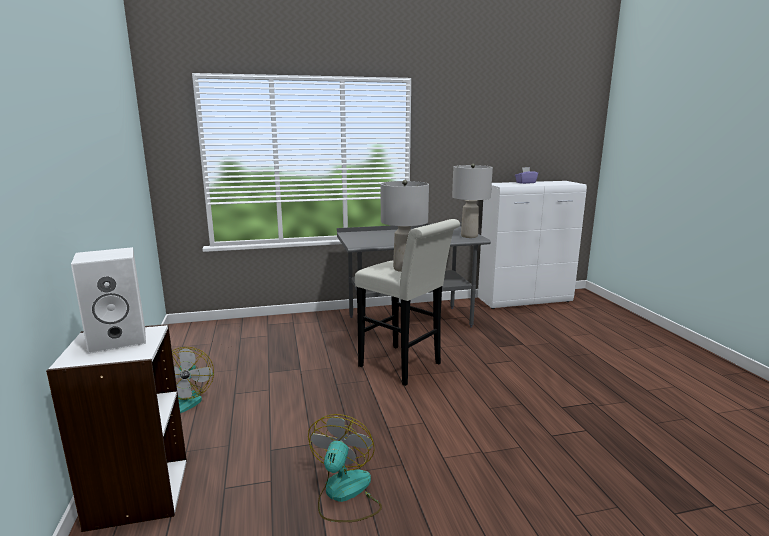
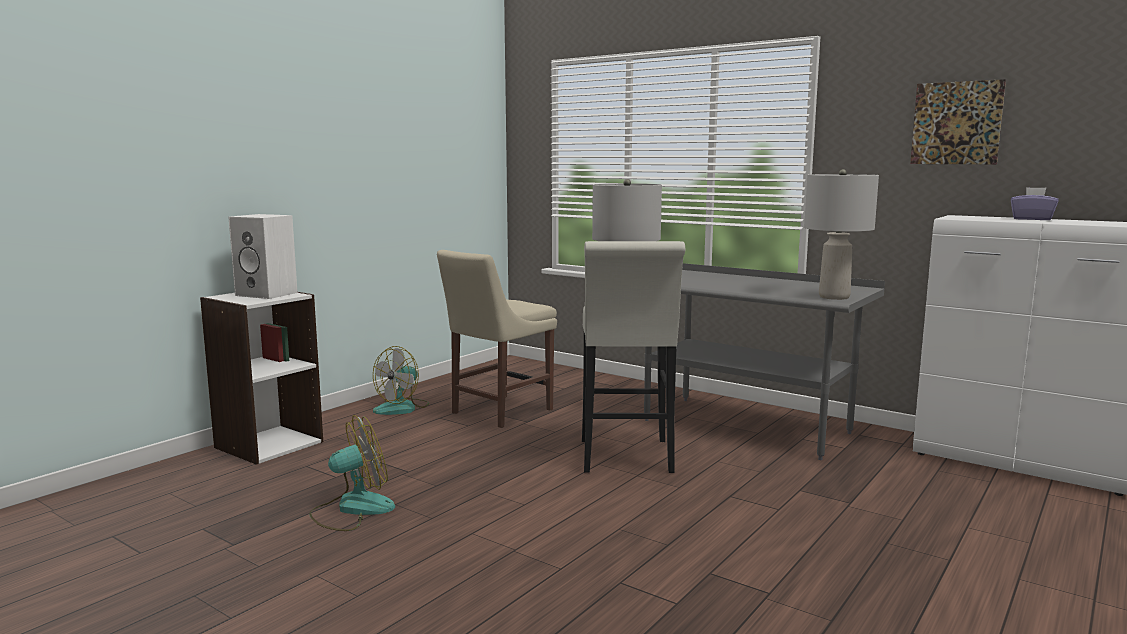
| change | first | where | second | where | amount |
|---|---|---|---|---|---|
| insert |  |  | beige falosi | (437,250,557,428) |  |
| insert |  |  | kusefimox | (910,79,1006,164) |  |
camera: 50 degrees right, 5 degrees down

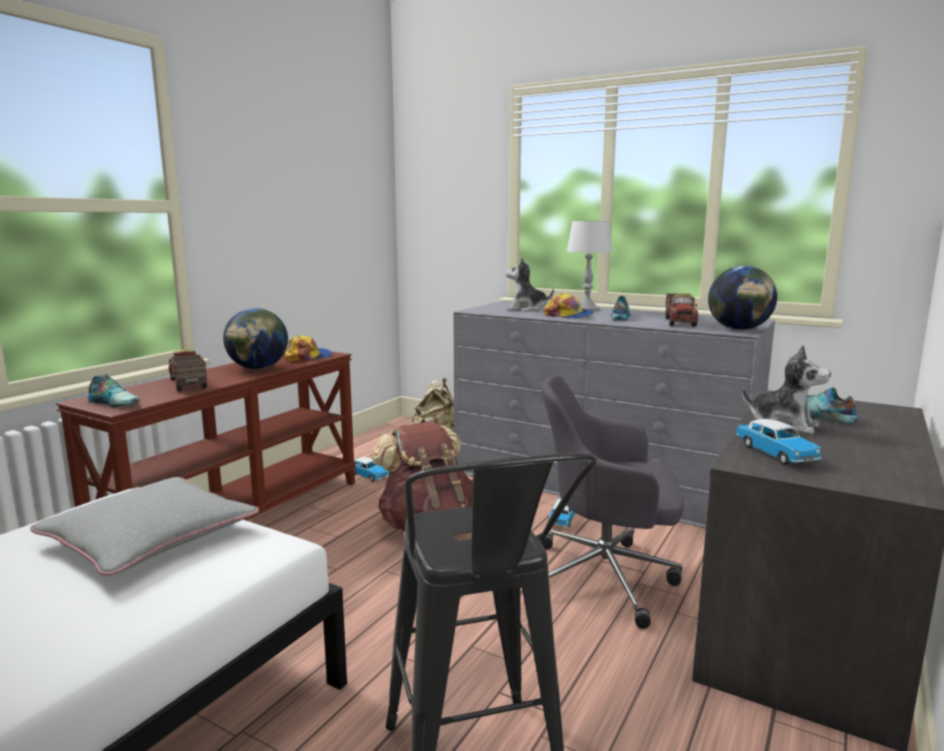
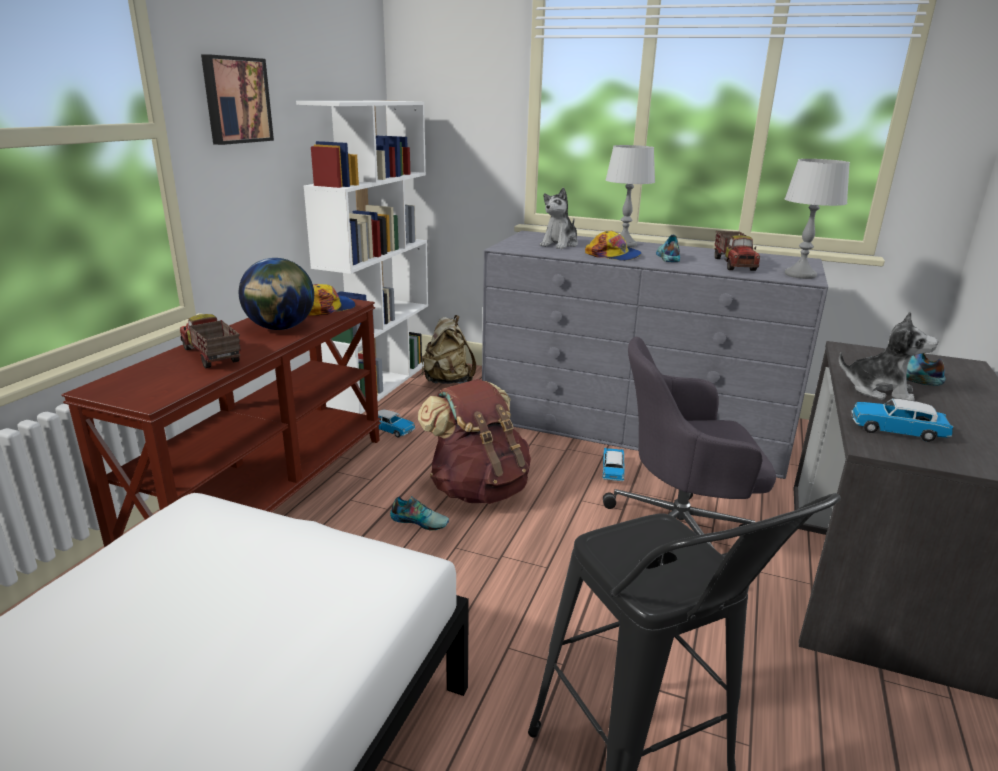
| change | first | where | second | where | amount |
|---|---|---|---|---|---|
| delete | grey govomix | (30,477,259,576) |  |  |  |
| move | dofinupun | (88,374,140,408) |  | (390,496,449,531) |  |
| rotate | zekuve | (505,258,554,311) |  | (540,187,578,249) | 60 degrees counterclockwise |
| replace | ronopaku | (708,266,777,330) | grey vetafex | (785,159,850,279) |  |
| rotate | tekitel | (736,419,822,465) |  | (851,398,953,442) | 135 degrees clockwise |
| insert |  |  | kusefimox | (201,54,274,145) |  |
| insert |  |  | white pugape | (296,101,428,414) |  |
camera: 10 degrees left, 10 degrees up

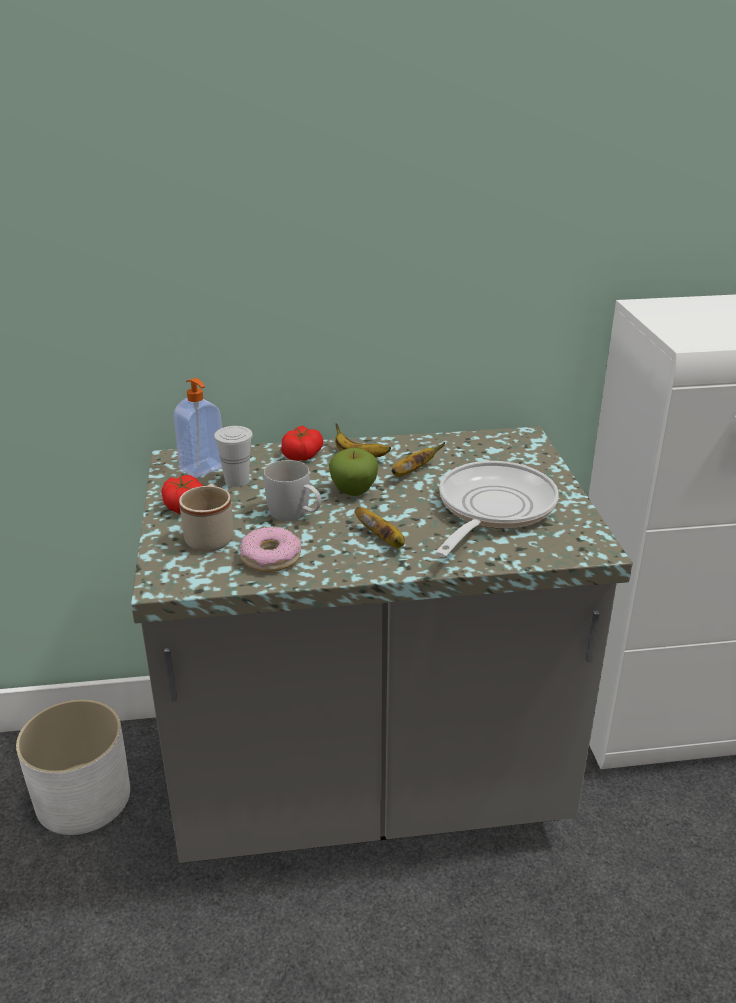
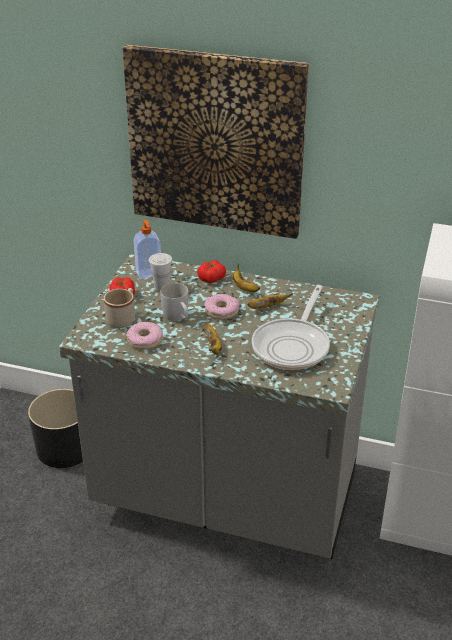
| change | first | where | second | where | amount |
|---|---|---|---|---|---|
| recolor | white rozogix | (16,699,130,835) | black rozogix | (28,389,83,468) |  |
| replace | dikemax | (329,448,378,496) | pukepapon | (205,294,240,320) |  |
| rotate | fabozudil | (435,461,559,557) |  | (252,285,330,370) | 150 degrees clockwise |
| insert |  |  | kusefimox | (123,45,309,239) |  |
camera: 25 degrees right, 5 degrees up

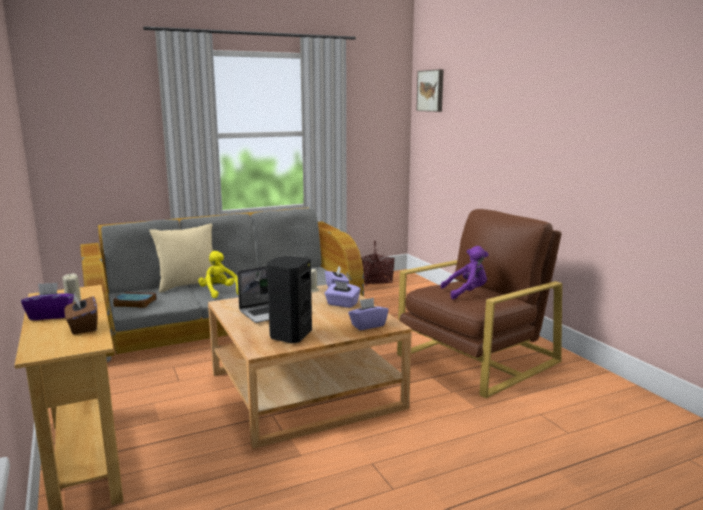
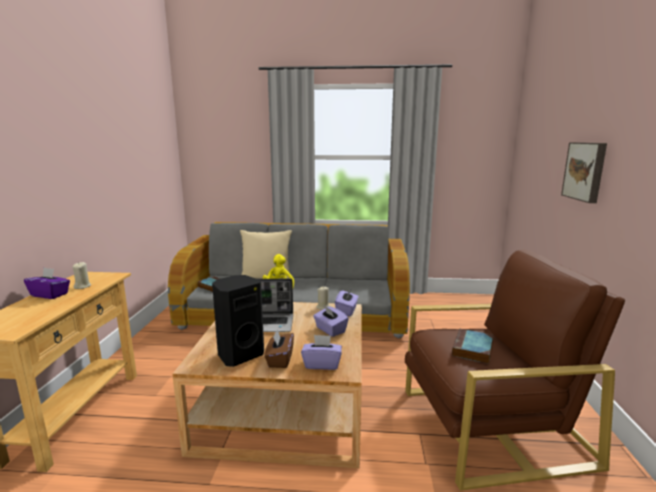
| change | first | where | second | where | amount |
|---|---|---|---|---|---|
| move | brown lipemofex | (64,292,98,334) |  | (264,329,294,368) |  |
| delete | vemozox | (361,240,394,287) |  |  |  |
| move | kusefimox | (416,69,444,112) |  | (561,142,607,203) |  |
| replace | purple zekuve | (441,246,489,299) | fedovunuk | (452,329,493,364) |  |
camera: 30 degrees right, 0 degrees up

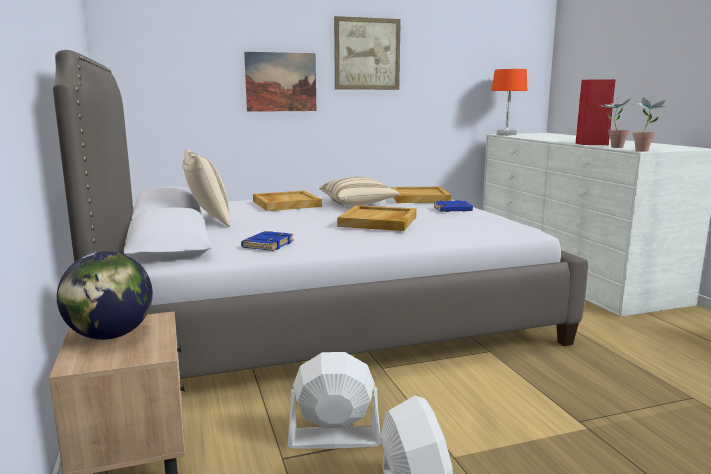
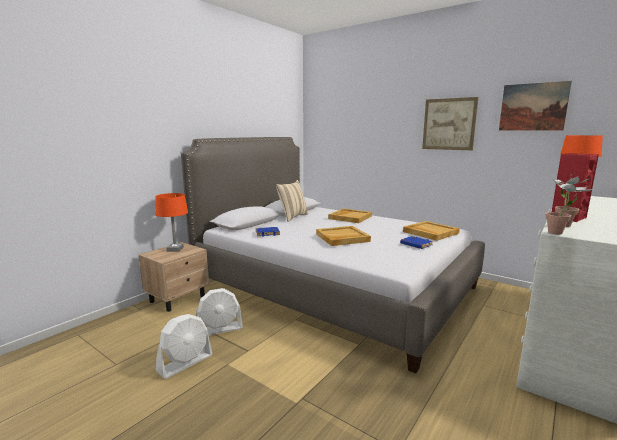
| change | first | where | second | where | amount |
|---|---|---|---|---|---|
| replace | ronopaku | (57,251,153,340) | orange vetafex | (155,193,188,252) |  |
| move | kusefimox | (244,52,316,112) |  | (499,81,572,130) |  |
| rotate | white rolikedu | (288,352,381,449) |  | (196,288,243,336) | 105 degrees clockwise |
| delete | beige govomix | (319,177,400,206) |  |  |  |
camera: 55 degrees right, 0 degrees up

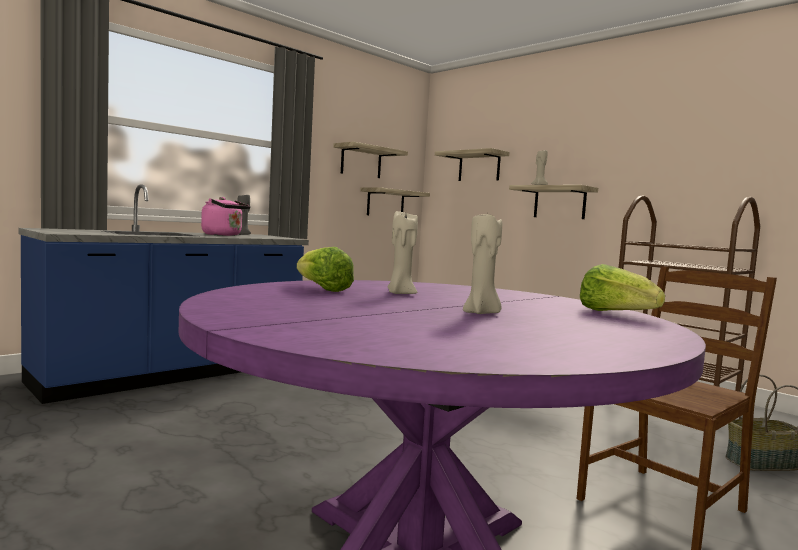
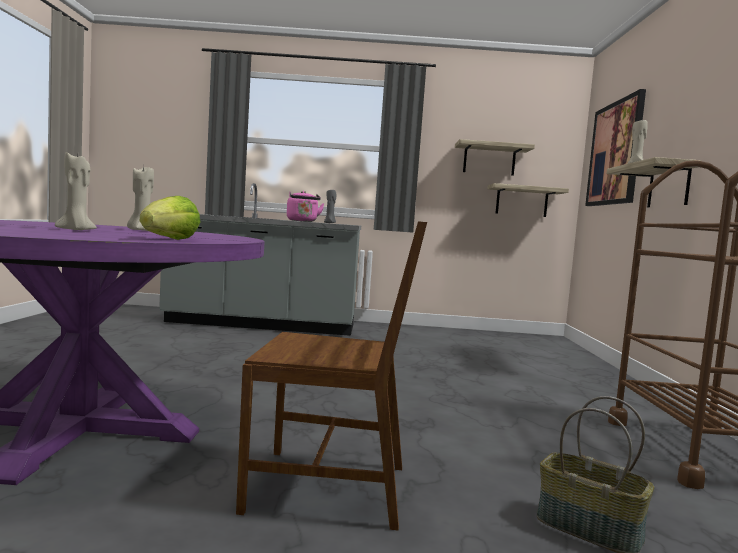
| change | first | where | second | where | amount |
|---|---|---|---|---|---|
| recolor | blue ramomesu | (18,184,309,404) | grey ramomesu | (159,183,361,336) |  |
| delete | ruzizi | (297,247,354,292) |  |  |  |
| replace | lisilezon | (435,148,510,181) | kusefimox | (585,89,646,206) |  |
camera: 45 degrees right, 0 degrees up

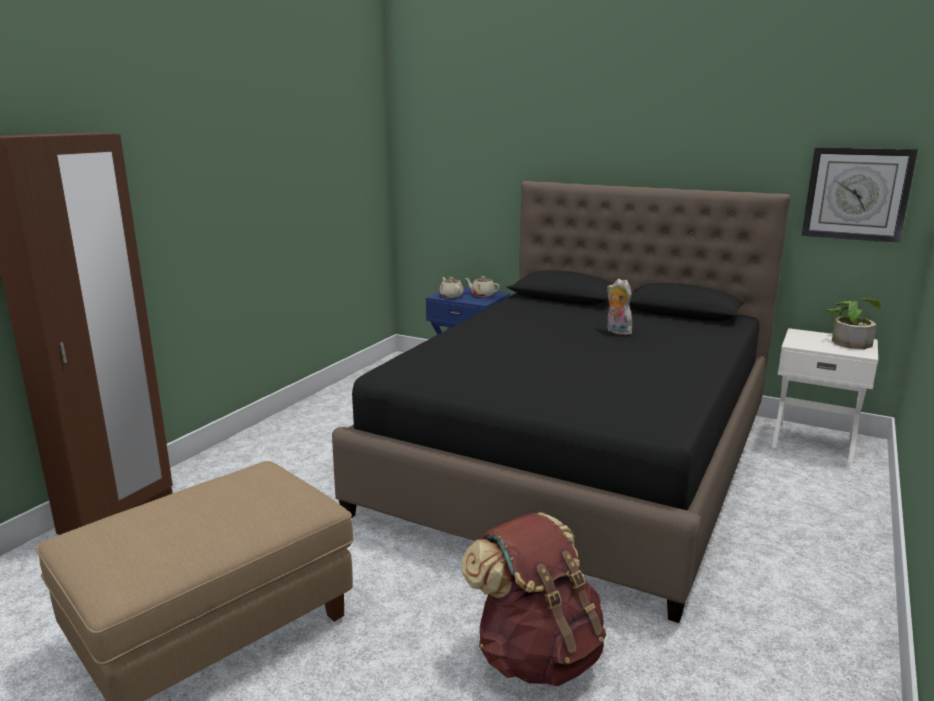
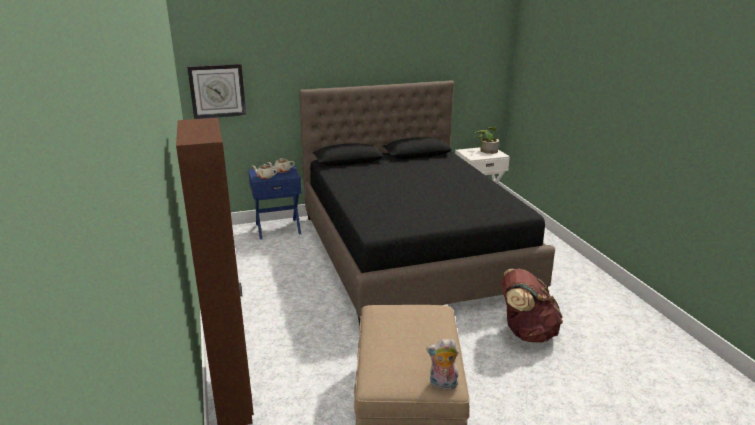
| change | first | where | second | where | amount |
|---|---|---|---|---|---|
| move | zekuve | (606,279,632,335) |  | (426,339,459,390) |  |
| move | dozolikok | (802,147,918,243) |  | (187,64,246,119) |  |
camera: 45 degrees left, 5 degrees up

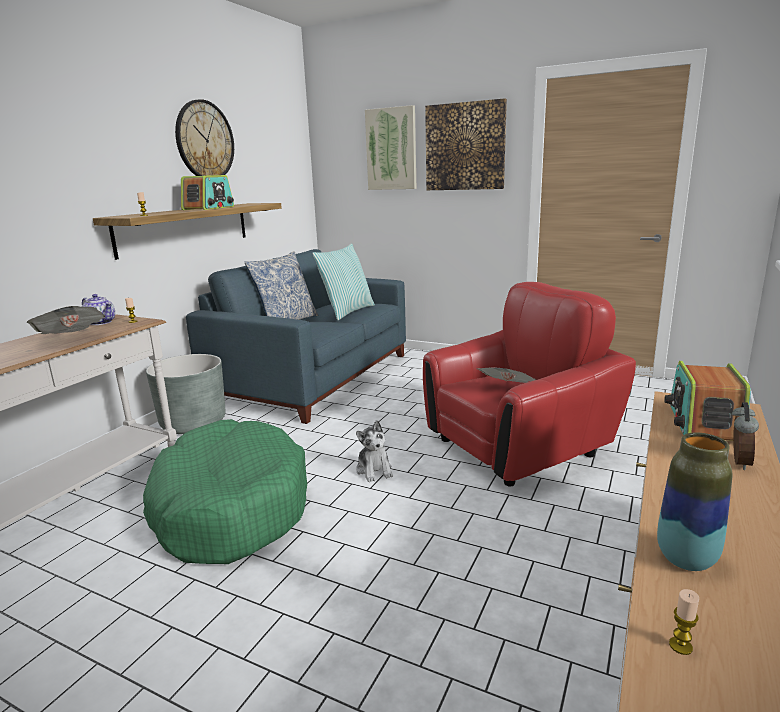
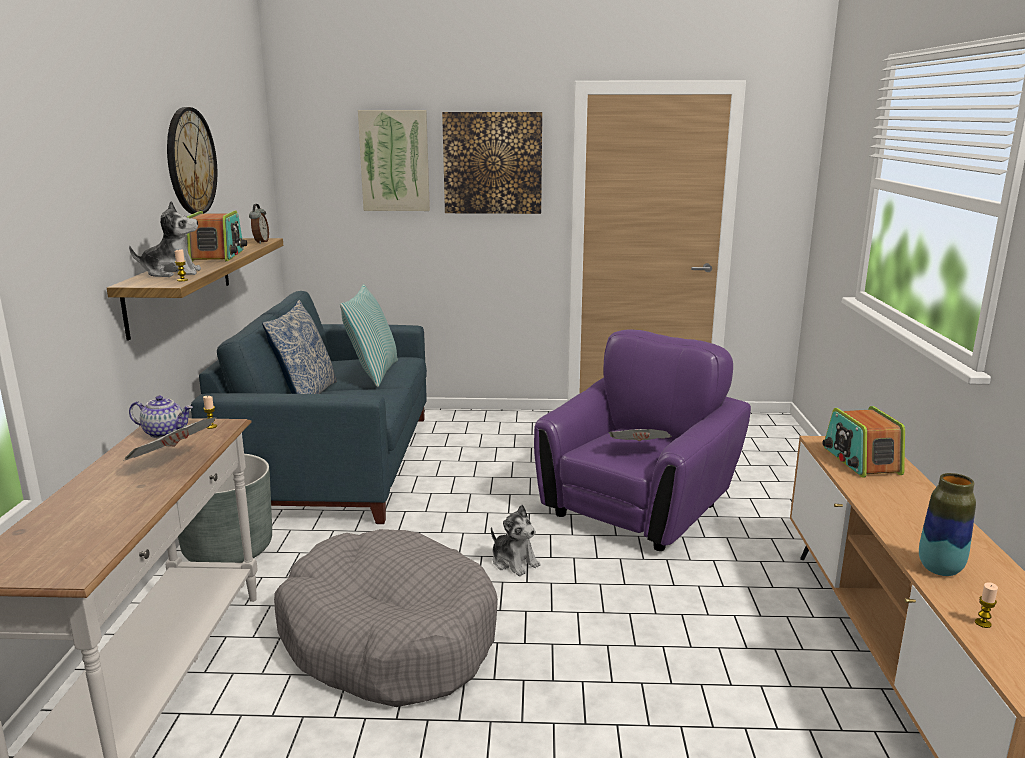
| change | first | where | second | where | amount |
|---|---|---|---|---|---|
| recolor | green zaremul | (143,419,307,564) | grey zaremul | (274,529,498,707) |  |
| recolor | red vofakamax | (423,282,636,486) | purple vofakamax | (534,329,751,551) |  |
| move | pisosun | (732,402,759,470) |  | (249,204,269,244) |  |
| insert |  |  | zekuve | (129,201,201,277) |  |
camera: 25 degrees left, 0 degrees up

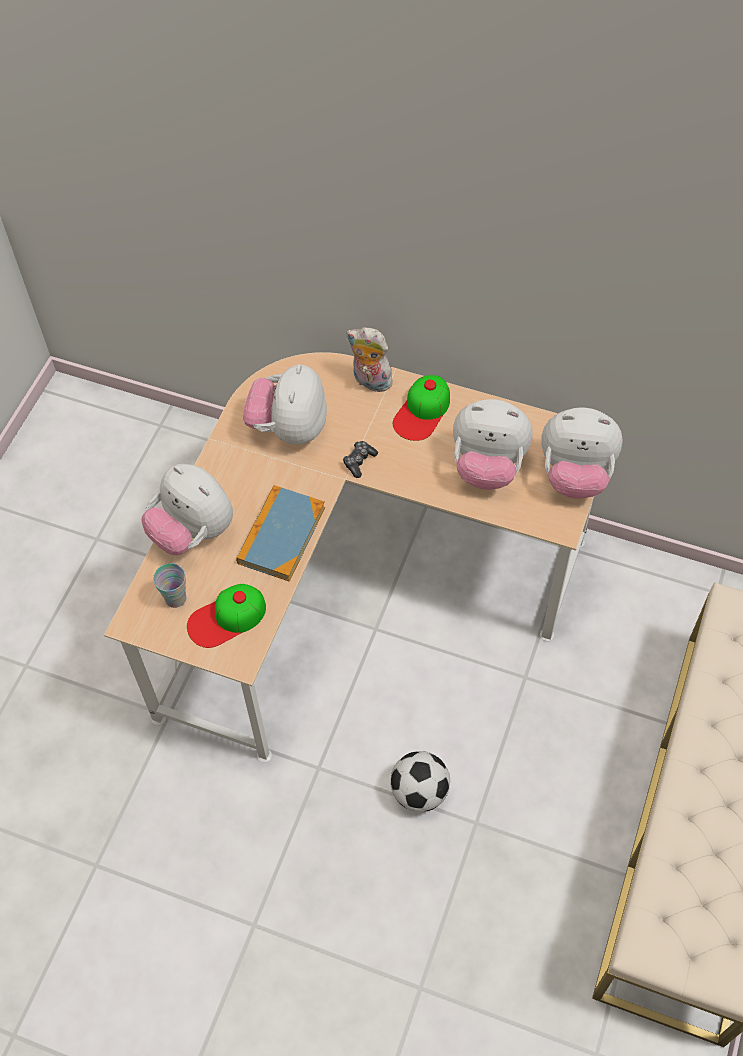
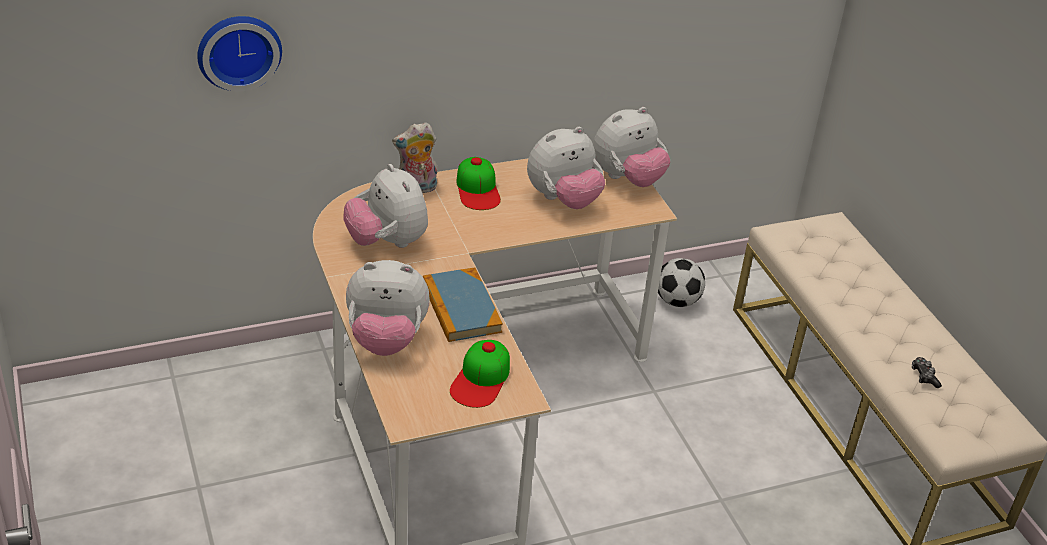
| change | first | where | second | where | amount |
|---|---|---|---|---|---|
| delete | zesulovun | (153,563,186,608) |  |  |  |
| move | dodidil | (343,441,378,478) |  | (912,357,942,388) |  |
| move | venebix | (390,751,450,812) |  | (658,258,705,307) |  |
| insert |  |  | dozolikok | (197,16,282,91) |  |
camera: 45 degrees left, 20 degrees down

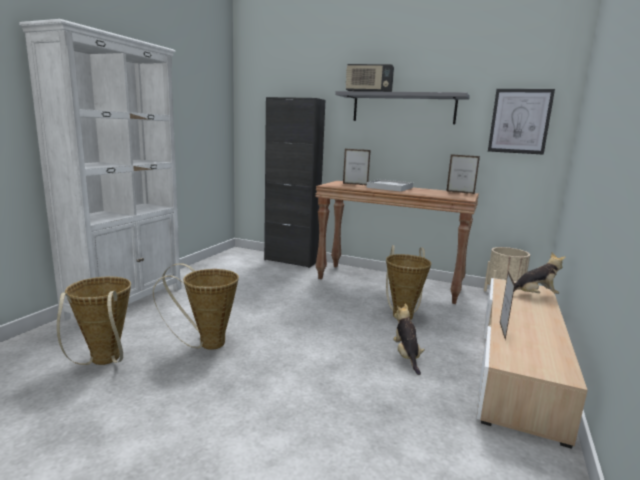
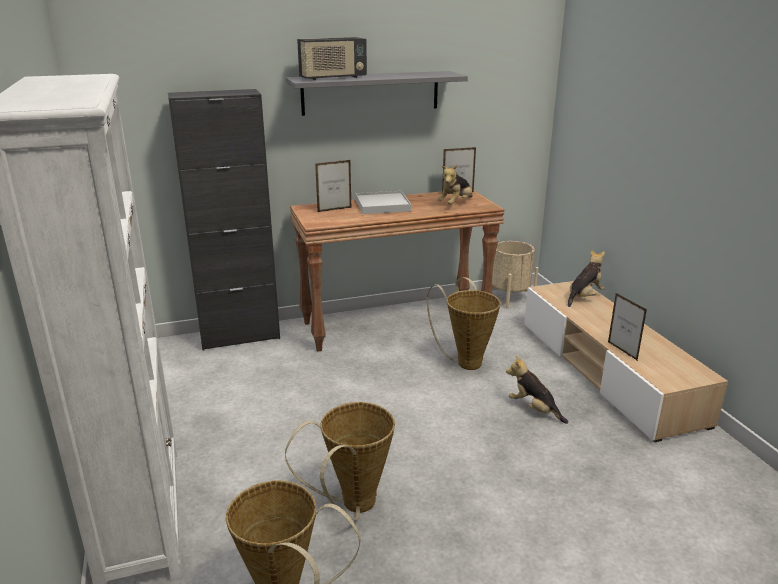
| change | first | where | second | where | amount |
|---|---|---|---|---|---|
| delete | kusefimox | (488,89,555,155) |  |  |  |
| insert |  |  | zekuve | (437,165,472,204) |  |
camera: 40 degrees left, 10 degrees up

